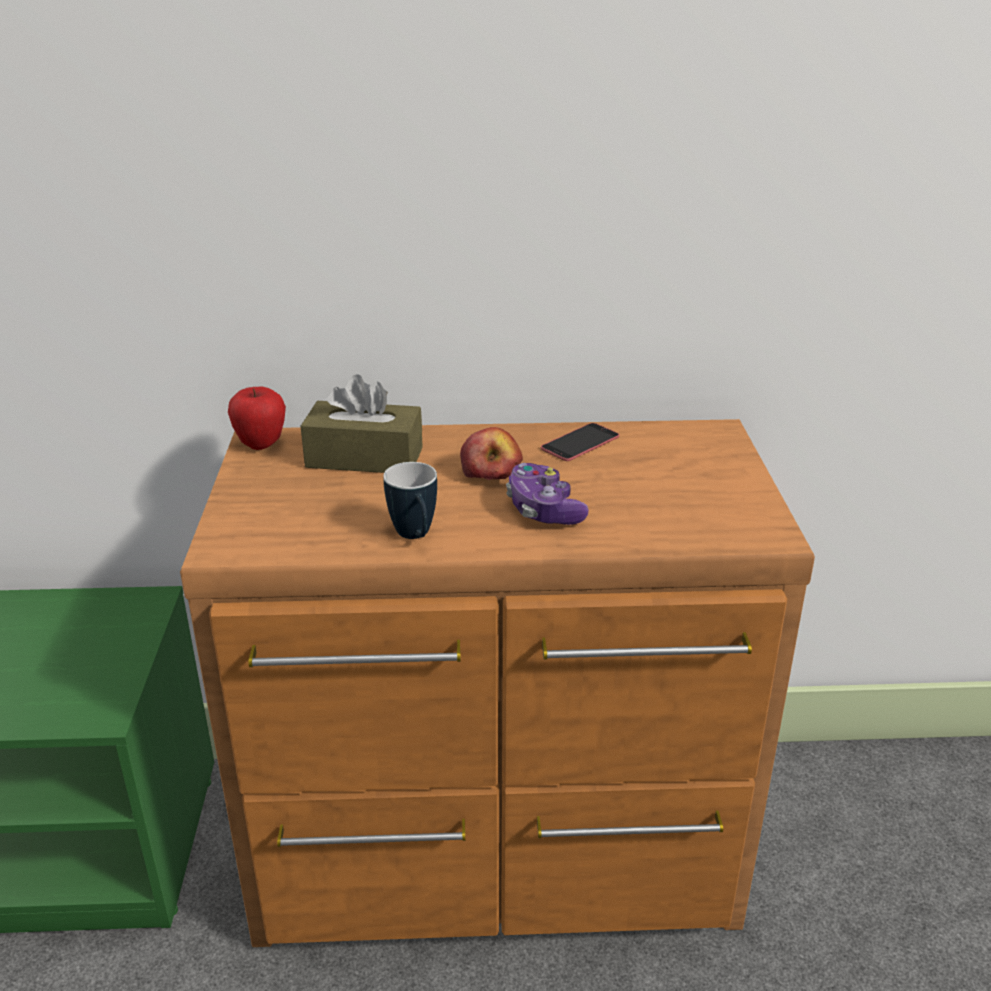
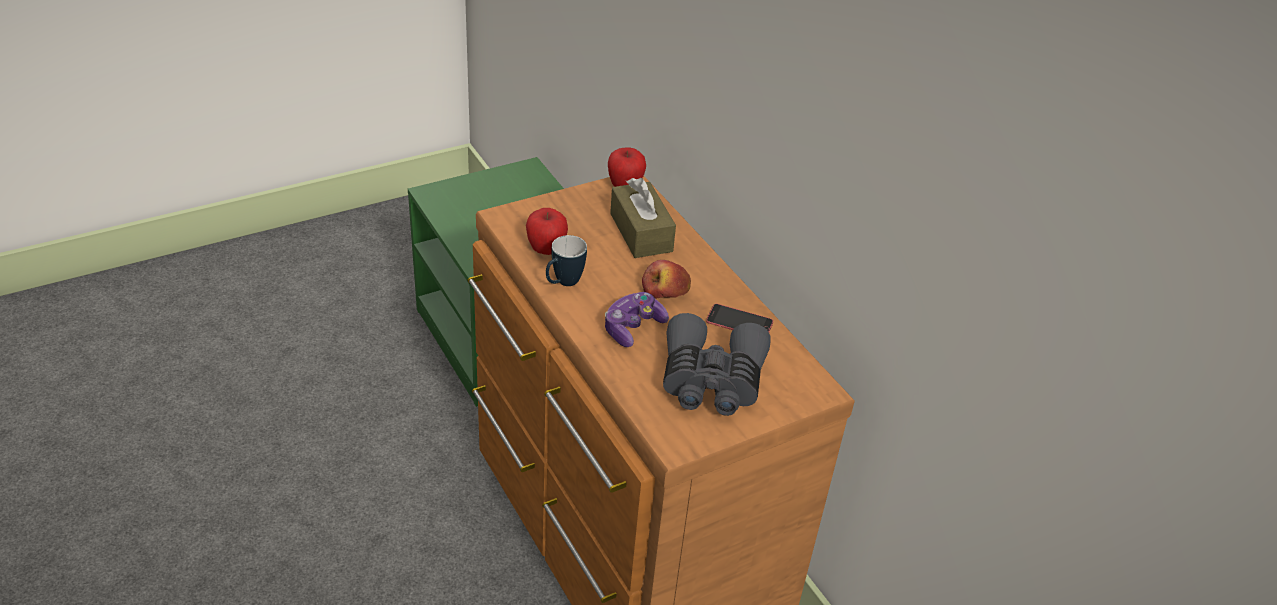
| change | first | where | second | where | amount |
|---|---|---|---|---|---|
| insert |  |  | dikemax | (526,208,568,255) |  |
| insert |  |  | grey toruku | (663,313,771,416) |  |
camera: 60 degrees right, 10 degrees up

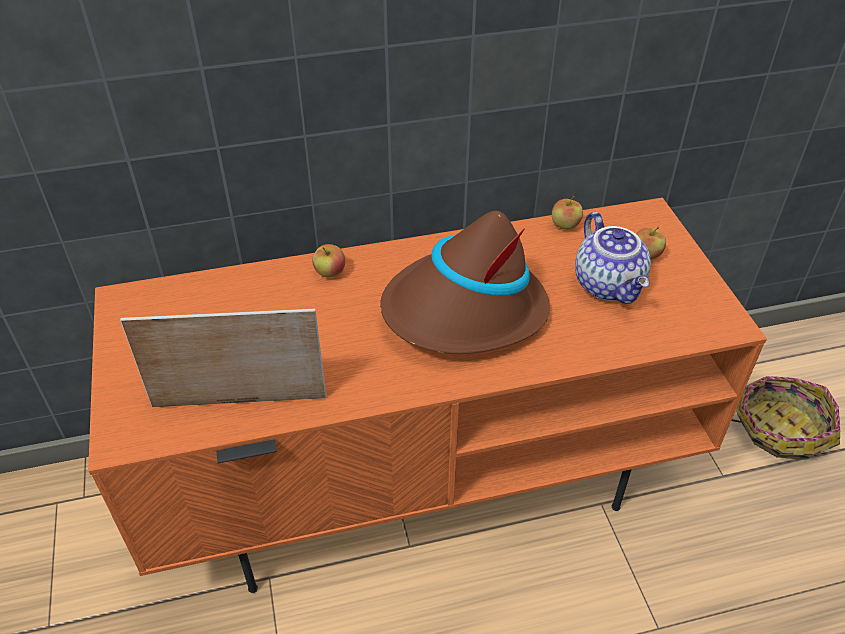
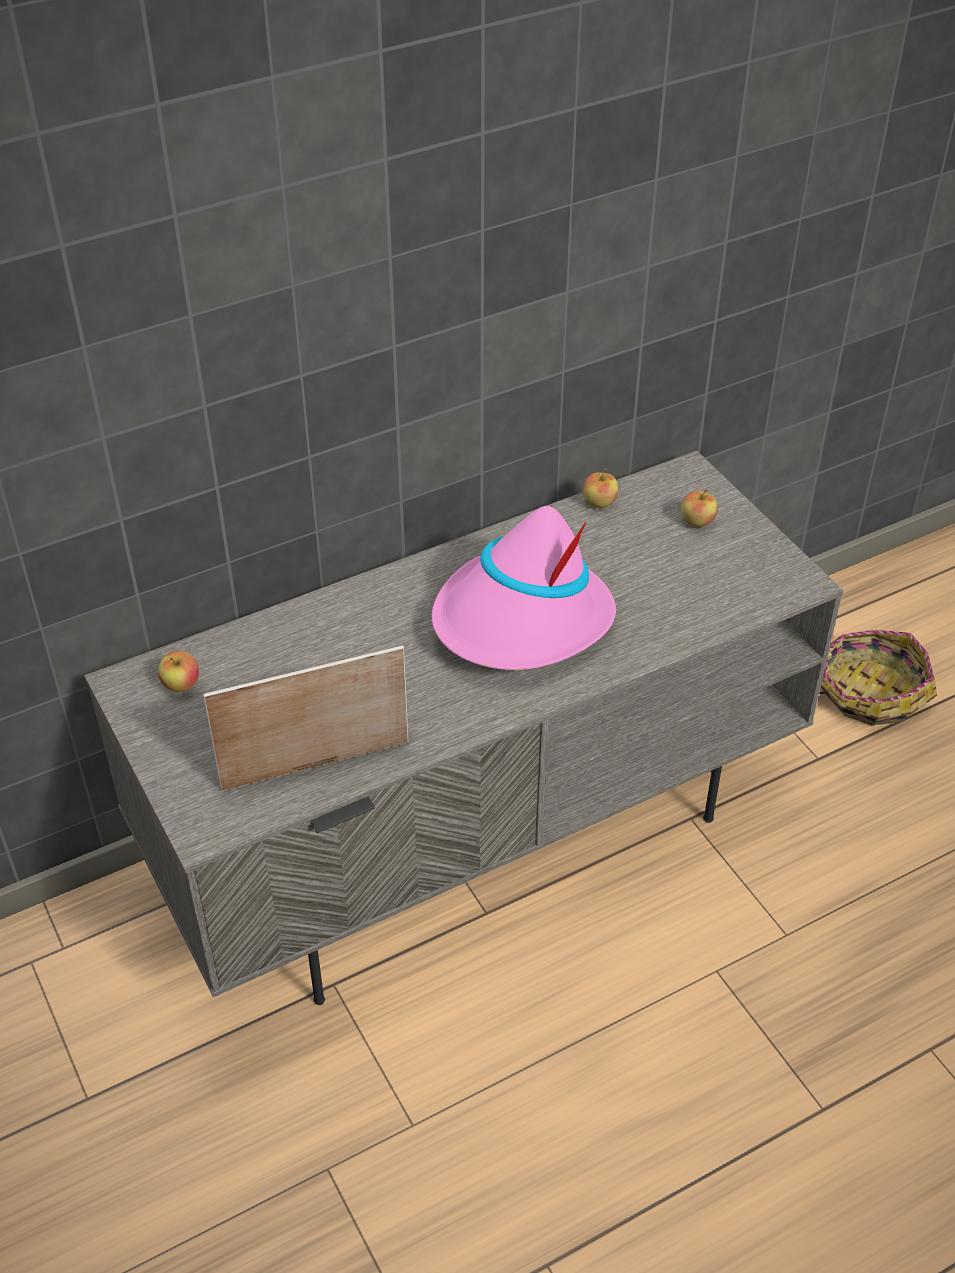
| change | first | where | second | where | amount |
|---|---|---|---|---|---|
| recolor | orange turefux | (88,198,767,593) | grey turefux | (84,450,843,1005) |  |
| move | dikemax | (312,244,345,278) |  | (158,651,199,692) |  |
| recolor | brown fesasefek | (380,211,550,354) | pink fesasefek | (431,506,616,670) |  |
| delete | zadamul | (575,212,651,304) |  |  |  |
camera: 15 degrees left, 0 degrees up

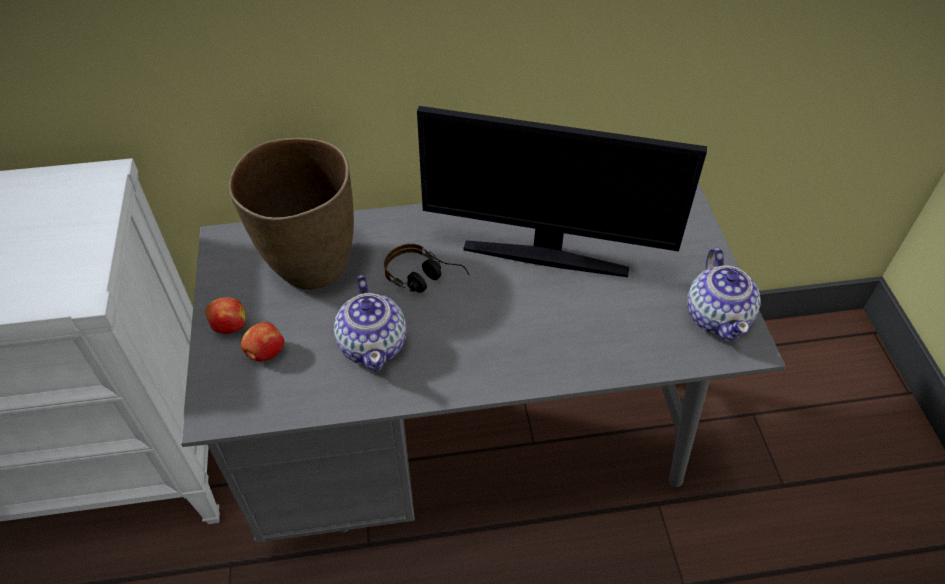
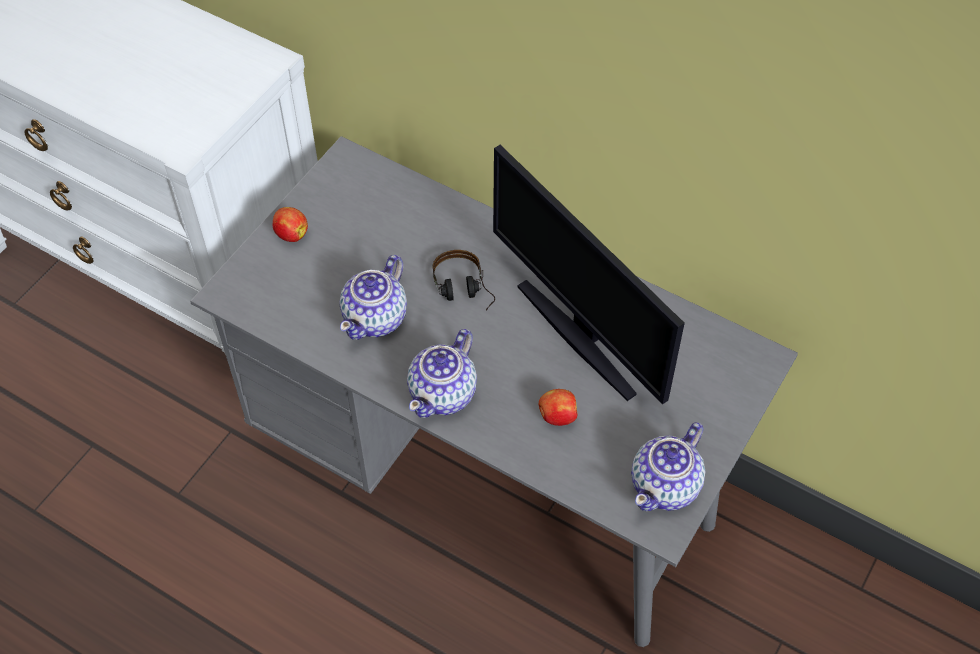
| change | first | where | second | where | amount |
|---|---|---|---|---|---|
| delete | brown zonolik | (229,138,354,290) |  |  |  |
| move | dikemax | (241,322,284,361) |  | (539,389,577,426) |  |
| insert |  |  | zadamul | (407,329,477,418) |  |
camera: 40 degrees right, 5 degrees up

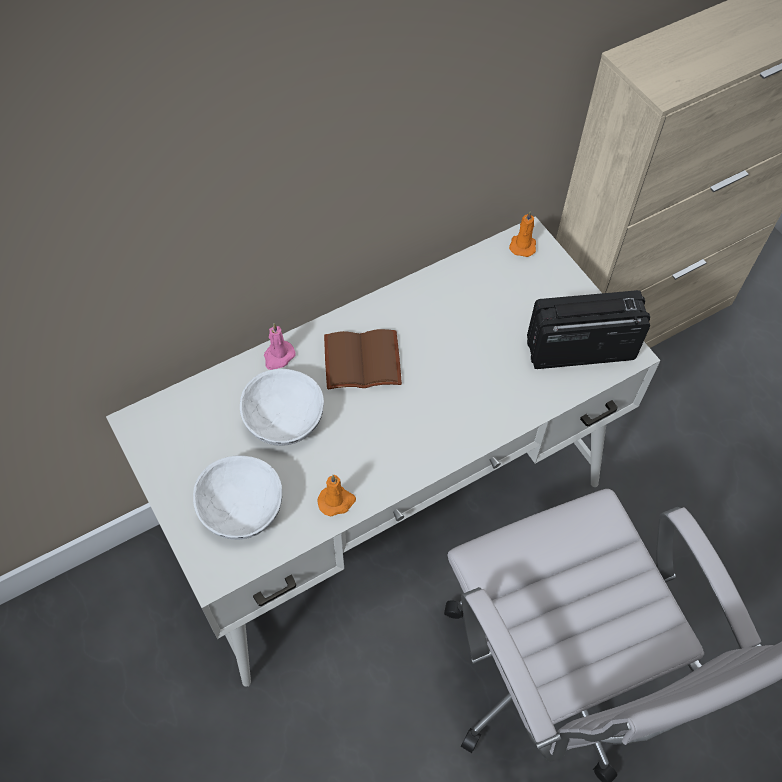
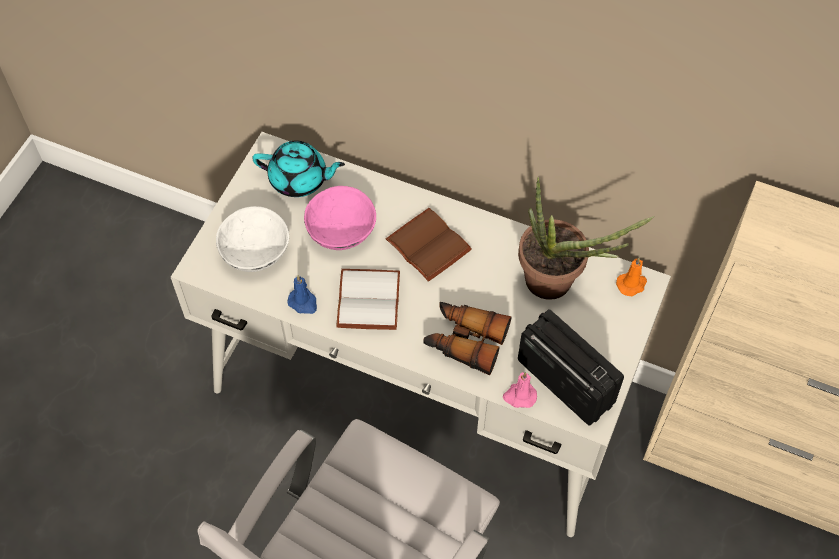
| change | first | where | second | where | amount |
|---|---|---|---|---|---|
| recolor | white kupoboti | (240,369,324,446) | pink kupoboti | (304,186,376,250) |  |
| move | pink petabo | (264,323,296,370) |  | (503,372,537,408) |  |
| recolor | orange petabo | (317,475,356,517) | blue petabo | (287,275,317,314) |  |
| insert |  |  | turquoise zadamul | (252,141,345,197) |  |
| insert |  |  | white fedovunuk | (336,269,400,330) |  |
| insert |  |  | toruku | (424,302,512,375) |  |
| insert |  |  | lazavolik | (518,177,654,300) |  |
camera: 55 degrees right, 0 degrees up

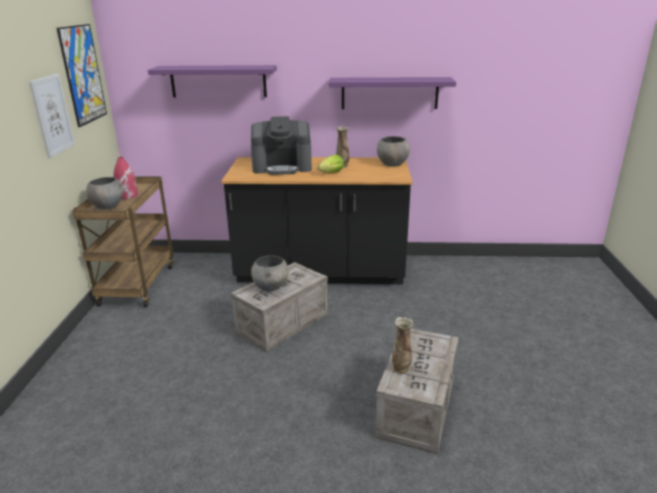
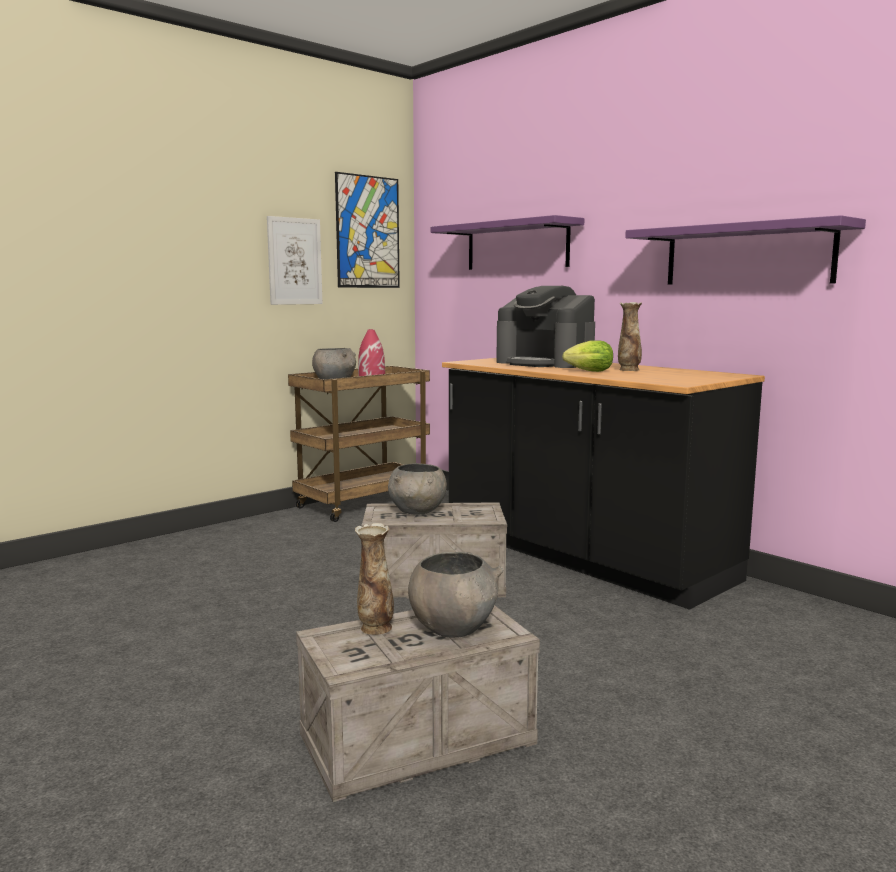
| change | first | where | second | where | amount |
|---|---|---|---|---|---|
| move | grey kupoboti | (377,136,410,167) |  | (408,552,504,638) |  |
camera: 45 degrees right, 15 degrees down

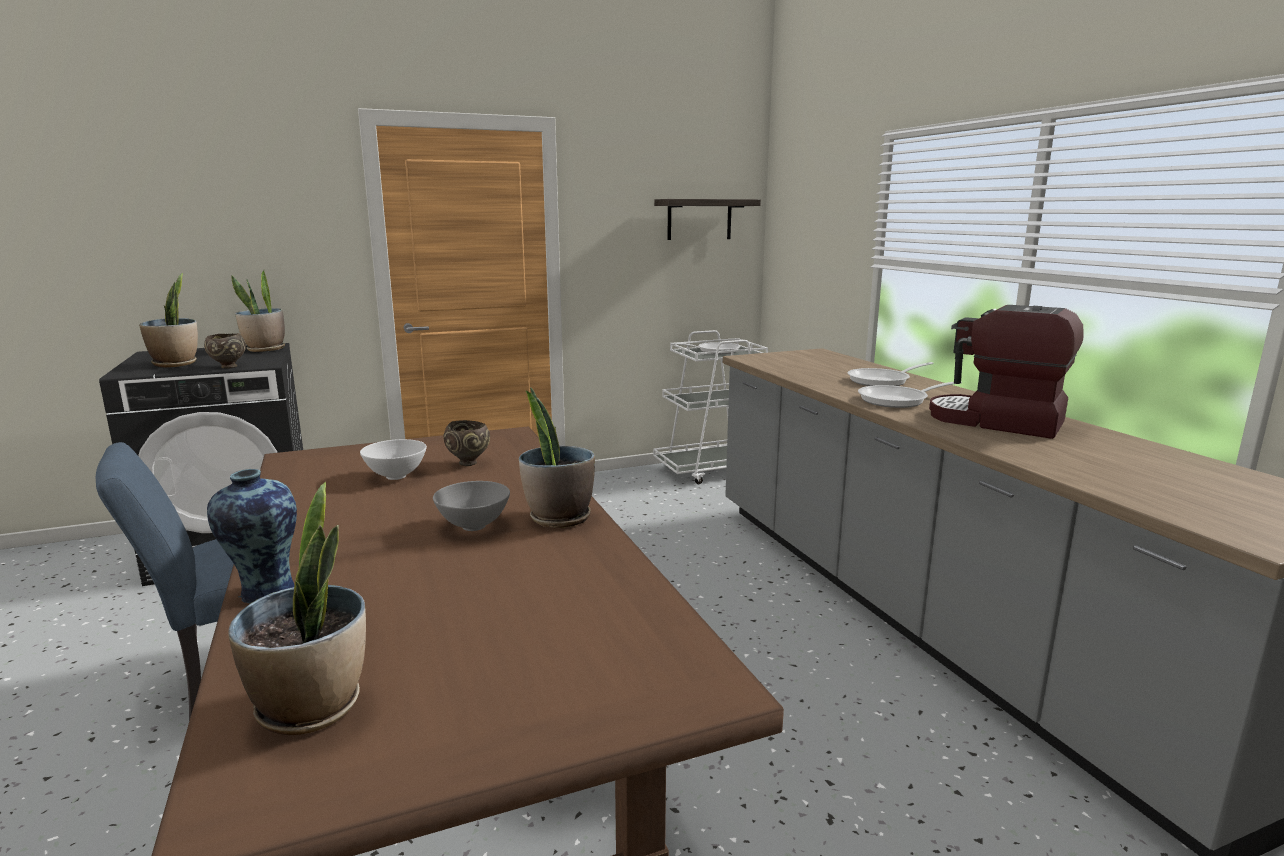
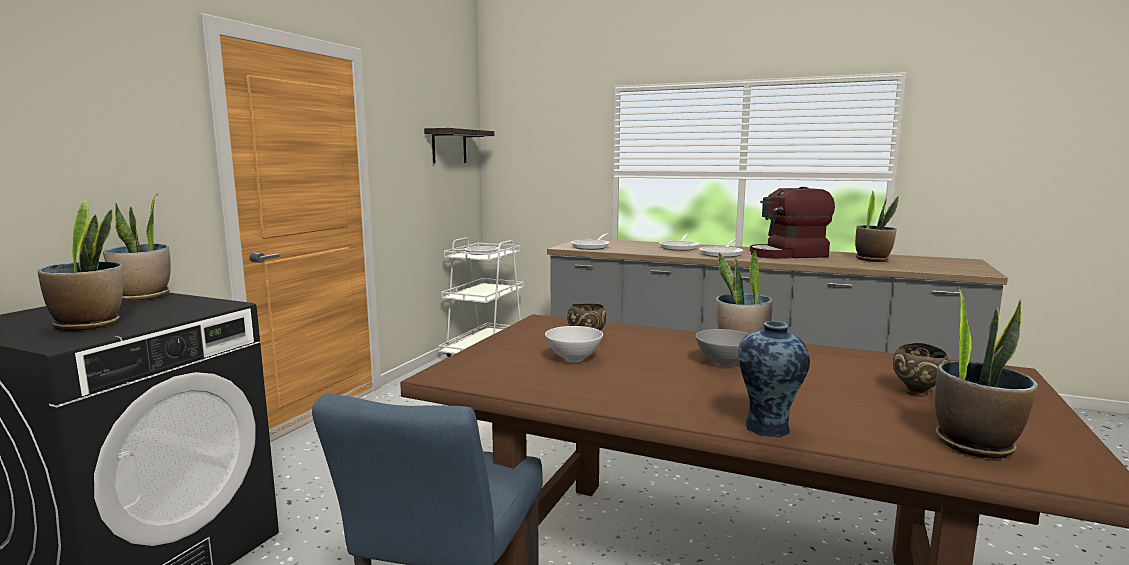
| change | first | where | second | where | amount |
|---|---|---|---|---|---|
| move | brown kupoboti | (204,333,246,369) |  | (893,343,950,397) |  |
| insert |  |  | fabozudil | (571,233,610,250) |  |
| insert |  |  | lazavolik | (855,191,899,262) |  |
camera: 45 degrees left, 5 degrees down

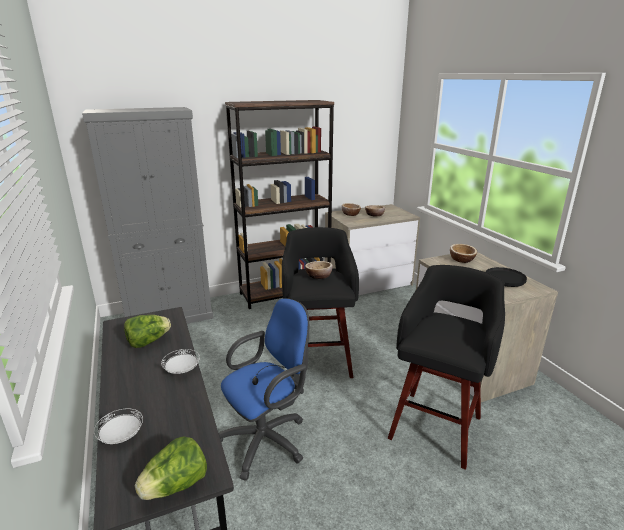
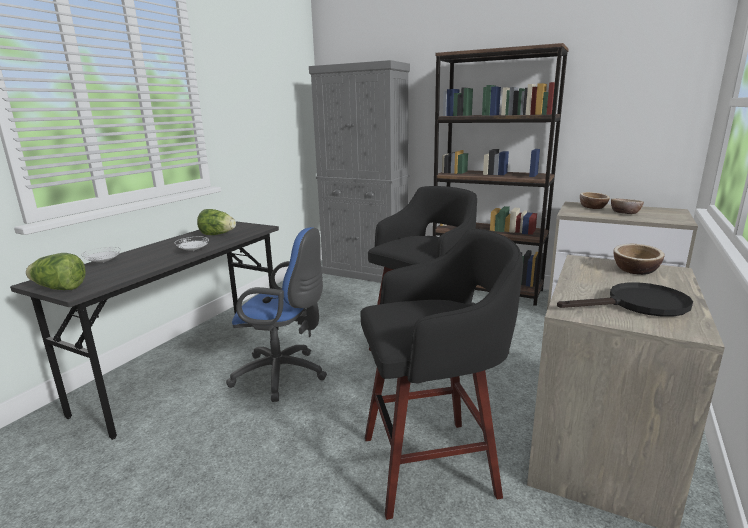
| change | first | where | second | where | amount |
|---|---|---|---|---|---|
| delete | kupoboti | (305,261,333,279) |  |  |  |
camera: 50 degrees right, 5 degrees down

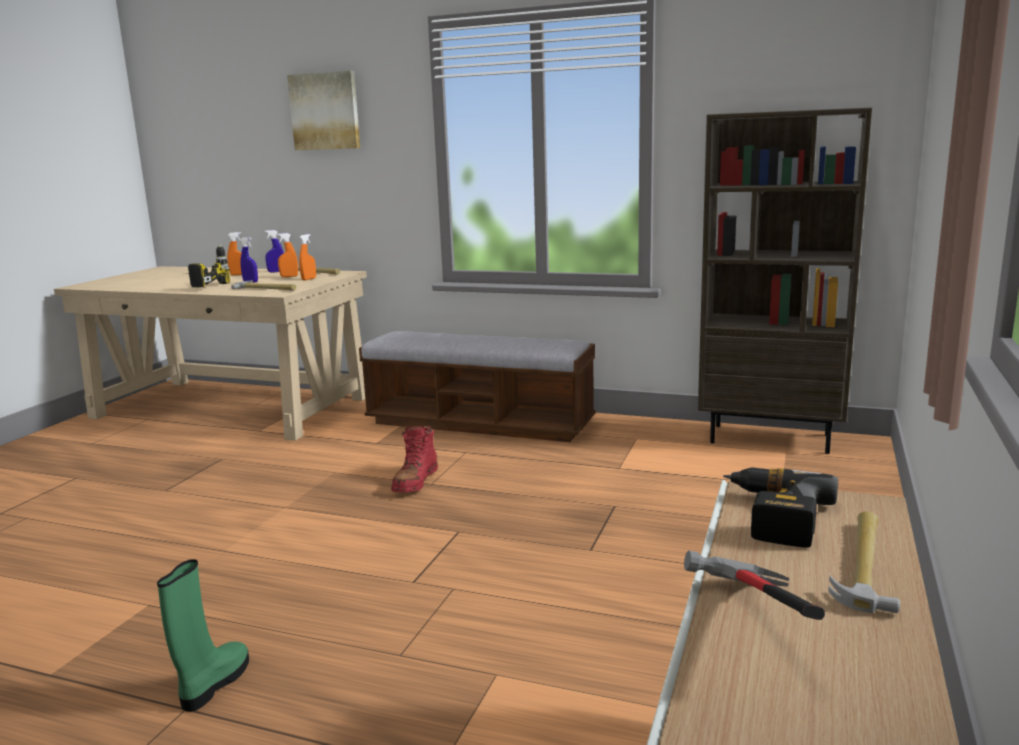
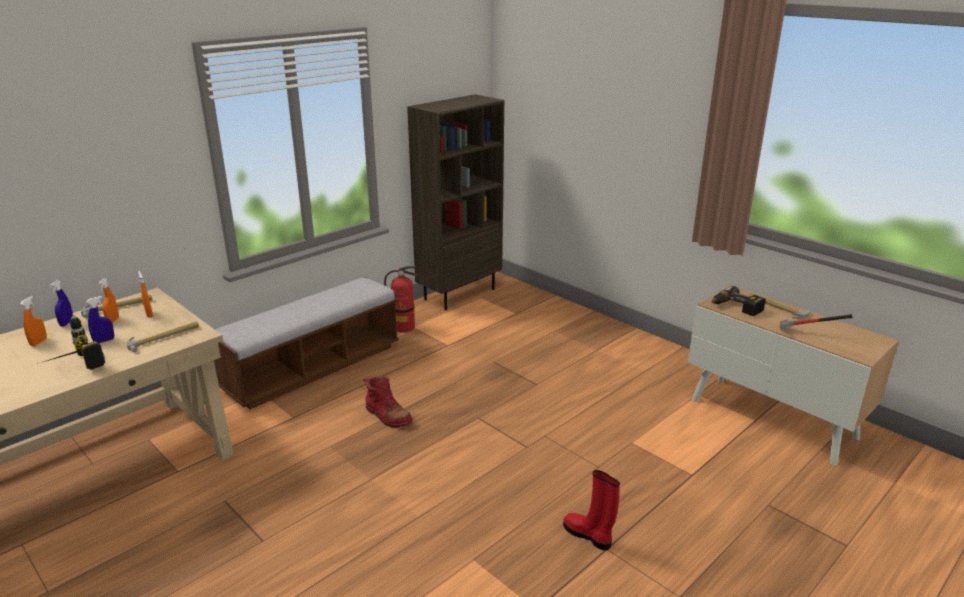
| change | first | where | second | where | amount |
|---|---|---|---|---|---|
| recolor | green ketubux | (157,559,249,712) | red ketubux | (563,470,620,550) |  |
| delete | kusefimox | (287,71,360,150) |  |  |  |
| insert |  |  | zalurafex | (384,266,418,333) |  |
camera: 65 degrees left, 10 degrees up

